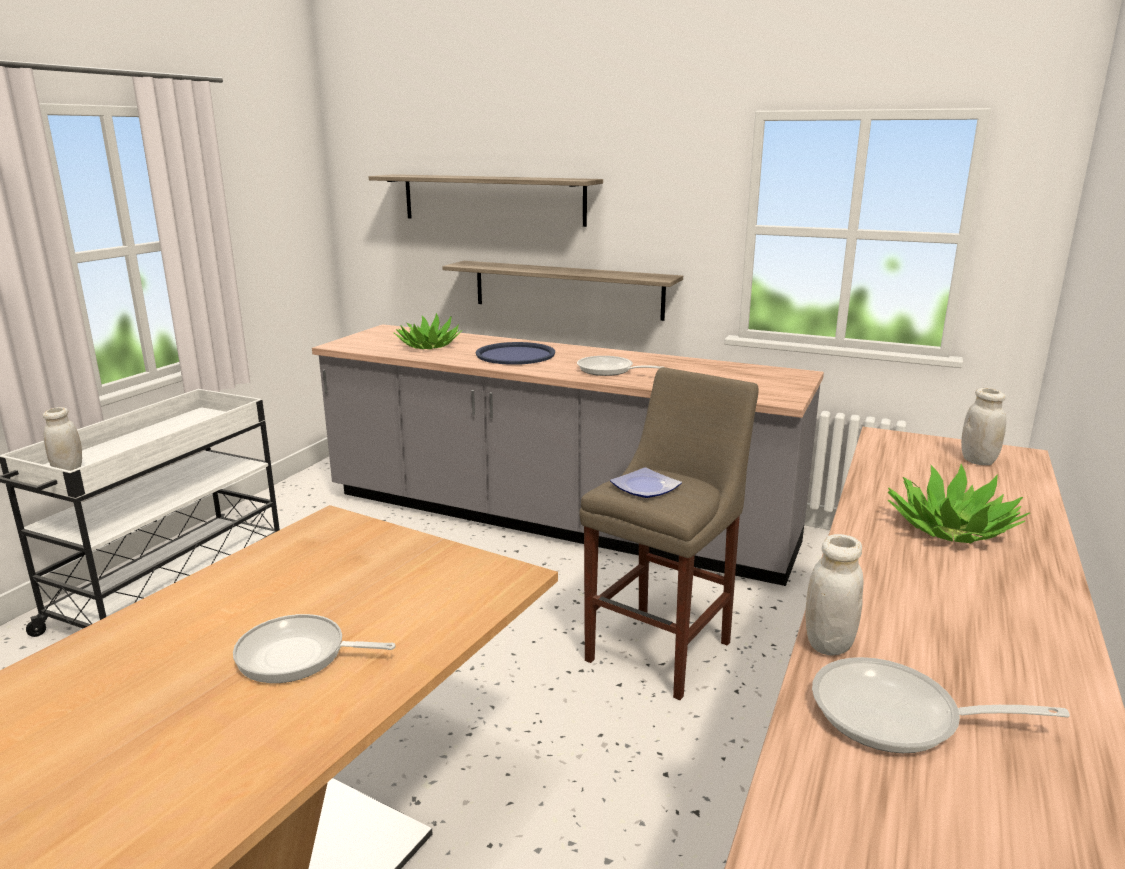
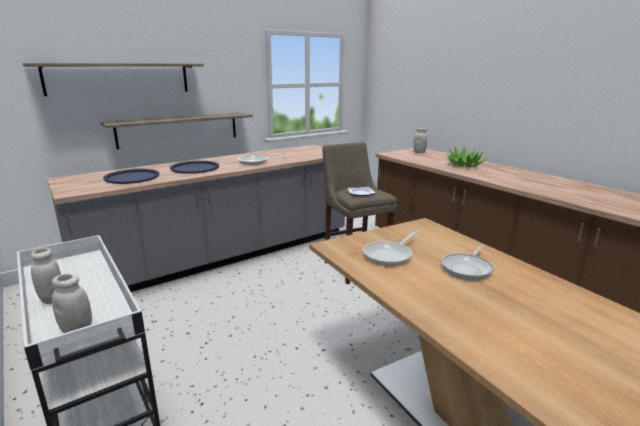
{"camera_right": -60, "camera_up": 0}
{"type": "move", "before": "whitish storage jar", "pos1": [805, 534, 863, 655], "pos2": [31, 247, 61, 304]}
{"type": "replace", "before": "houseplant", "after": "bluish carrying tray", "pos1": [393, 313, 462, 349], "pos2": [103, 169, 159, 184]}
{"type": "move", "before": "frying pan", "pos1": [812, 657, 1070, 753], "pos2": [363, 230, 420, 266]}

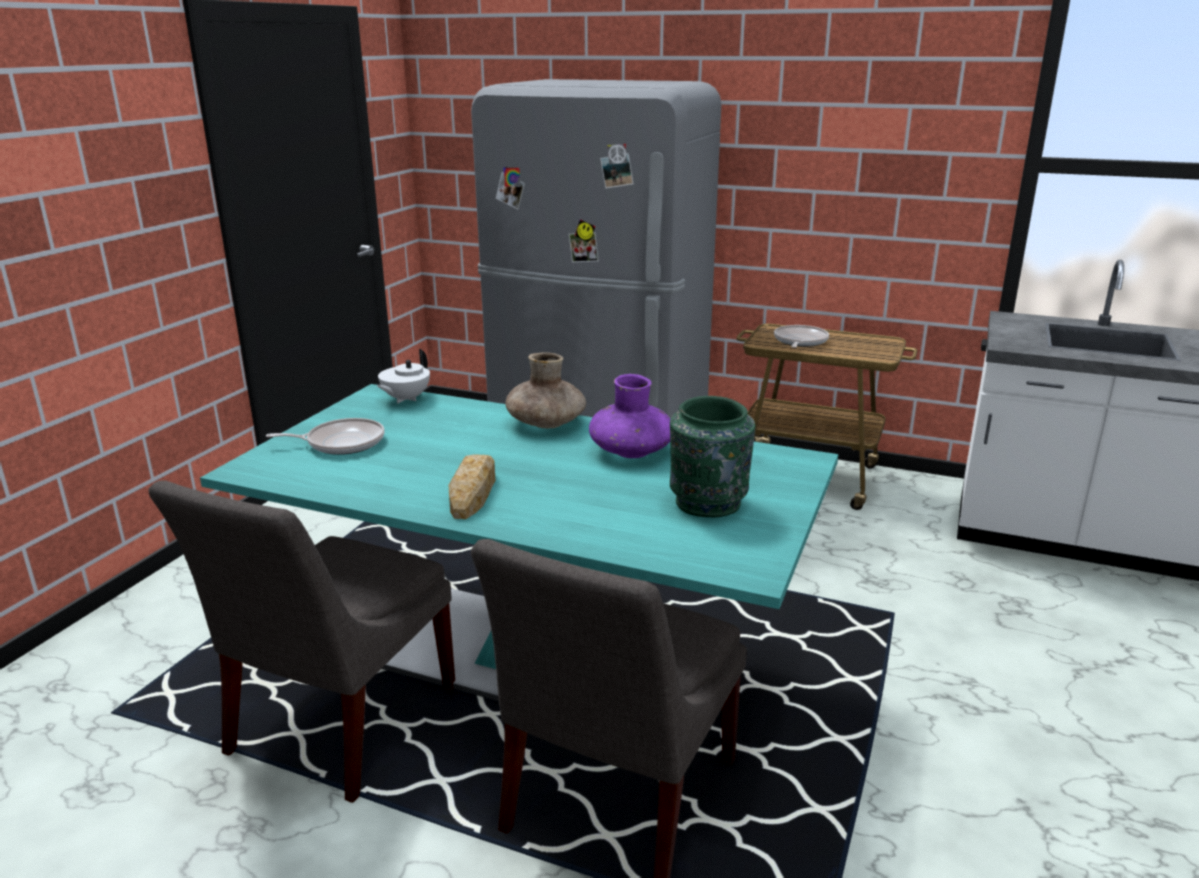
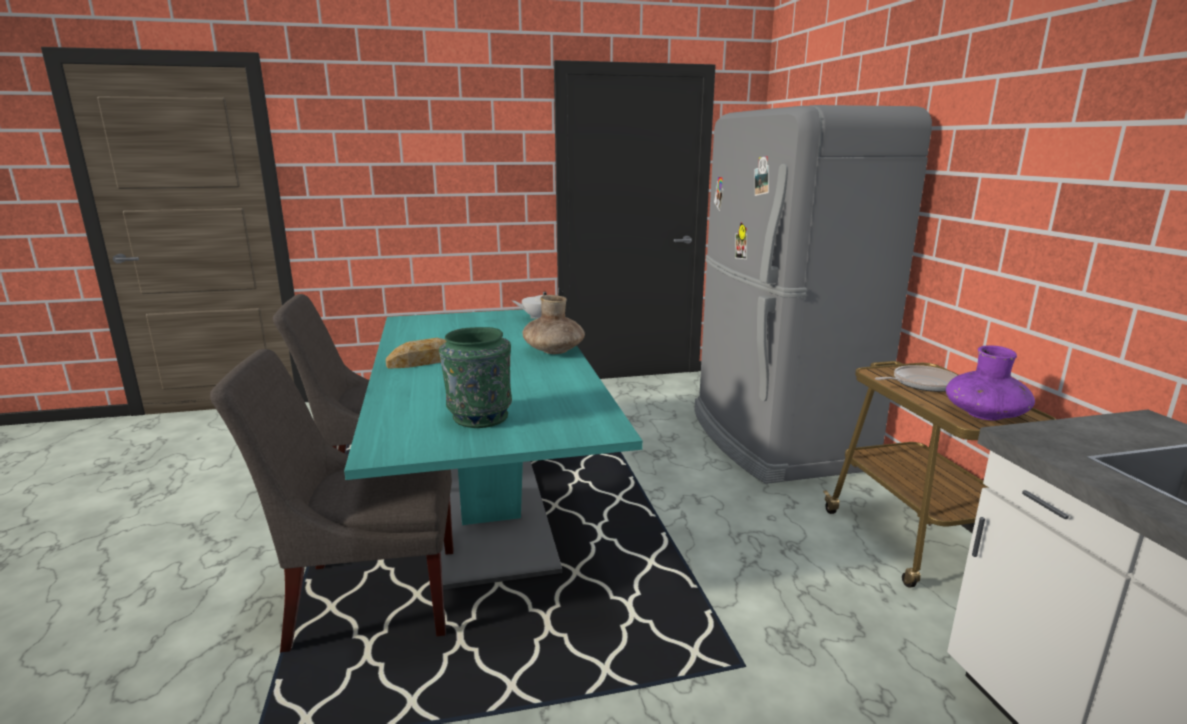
{"camera_right": 55, "camera_up": -5}
{"type": "move", "before": "purple vase", "pos1": [589, 374, 671, 458], "pos2": [946, 345, 1035, 420]}
{"type": "delete", "before": "frying pan", "pos1": [266, 418, 385, 455]}

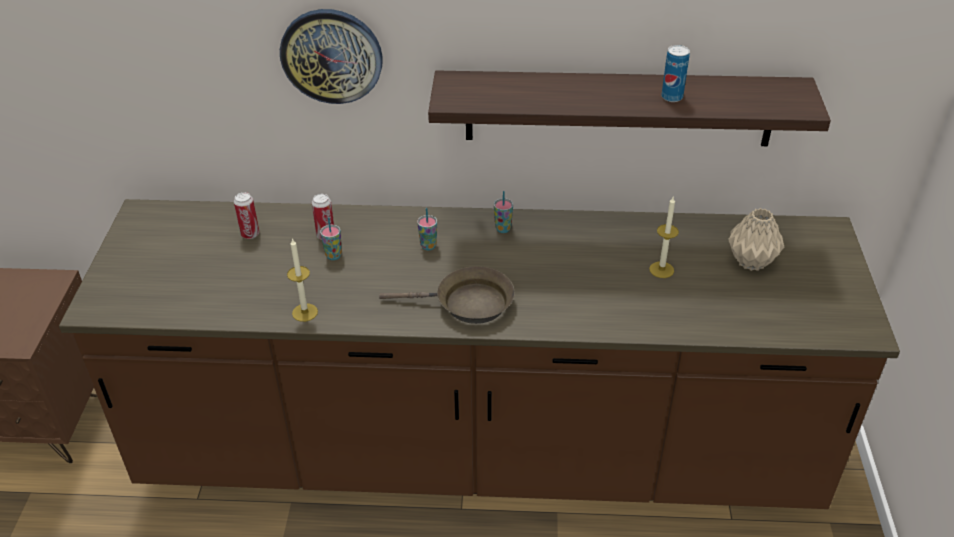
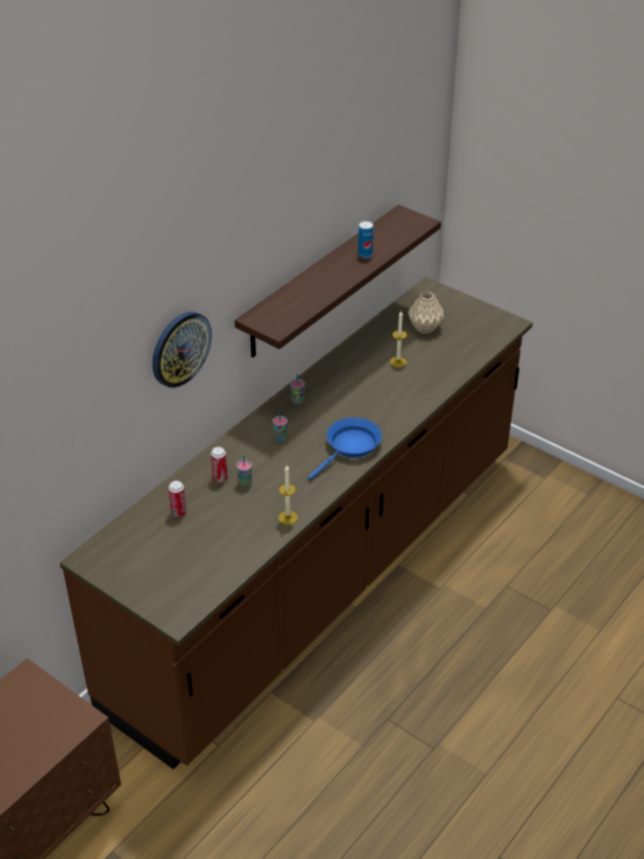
{"camera_right": -55, "camera_up": 0}
{"type": "recolor", "before": "brownish frying pan", "after": "bluish frying pan", "pos1": [379, 266, 515, 324], "pos2": [308, 417, 382, 480]}

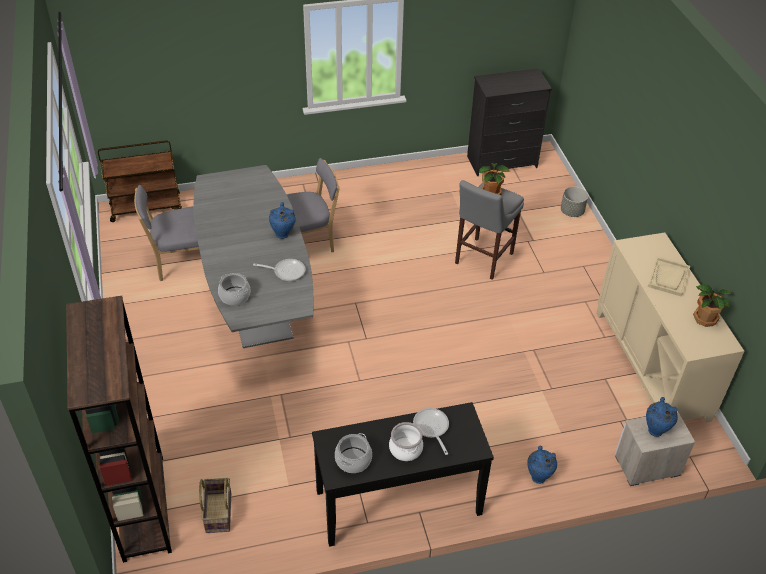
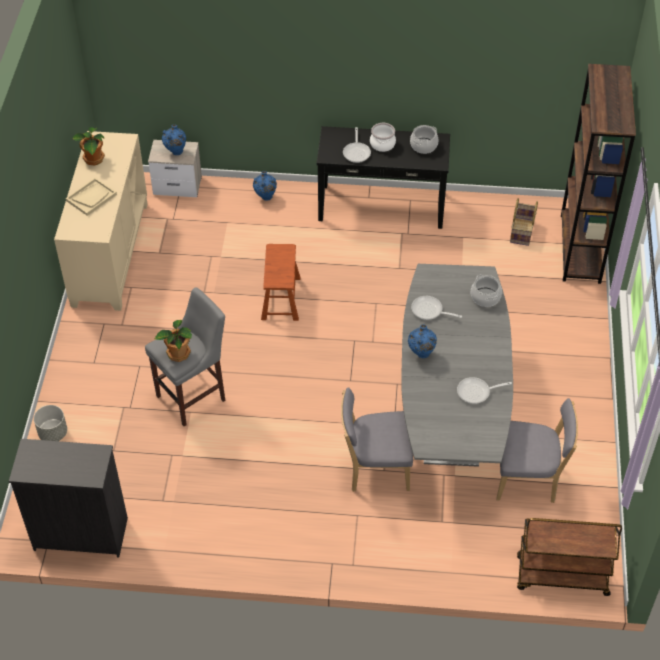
{"camera_right": -160, "camera_up": 5}
{"type": "insert", "after": "brownish stool", "pos2": [261, 244, 301, 321]}
{"type": "insert", "after": "frying pan", "pos2": [457, 377, 512, 404]}

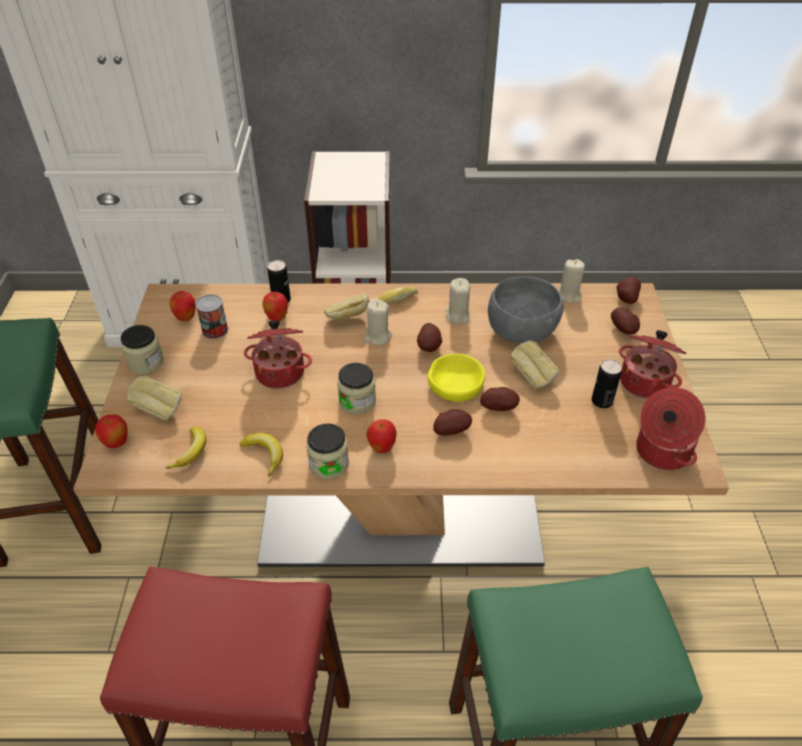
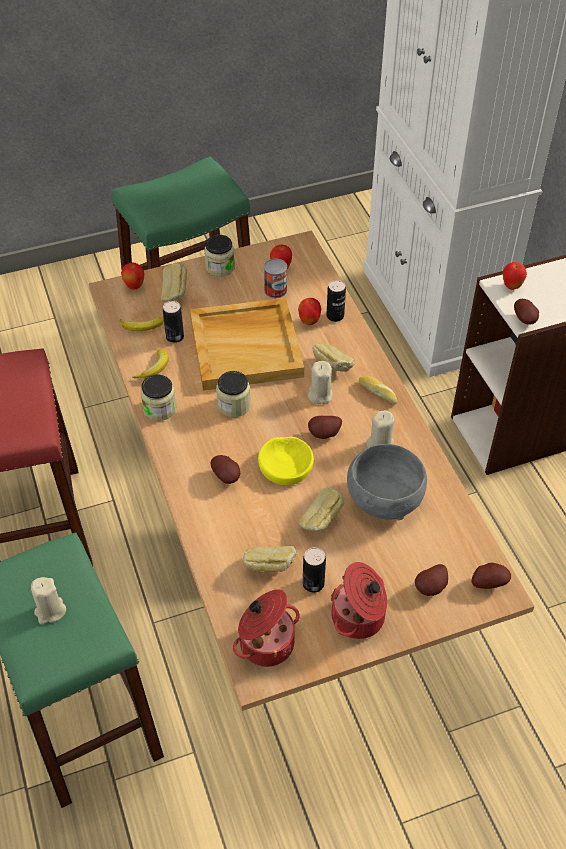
{"camera_right": 70, "camera_up": 5}
{"type": "move", "before": "beige candle", "pos1": [558, 259, 585, 303], "pos2": [31, 577, 66, 624]}
{"type": "insert", "after": "metal can", "pos2": [163, 301, 184, 343]}
{"type": "replace", "before": "stockpot", "after": "beige carrying tray", "pos1": [244, 320, 312, 389], "pos2": [190, 298, 304, 391]}
{"type": "insert", "after": "bakery bread", "pos2": [243, 546, 297, 572]}
{"type": "move", "before": "whole apple", "pos1": [367, 419, 397, 453], "pos2": [503, 262, 527, 290]}
{"type": "move", "before": "spud", "pos1": [480, 387, 520, 411], "pos2": [514, 299, 539, 325]}

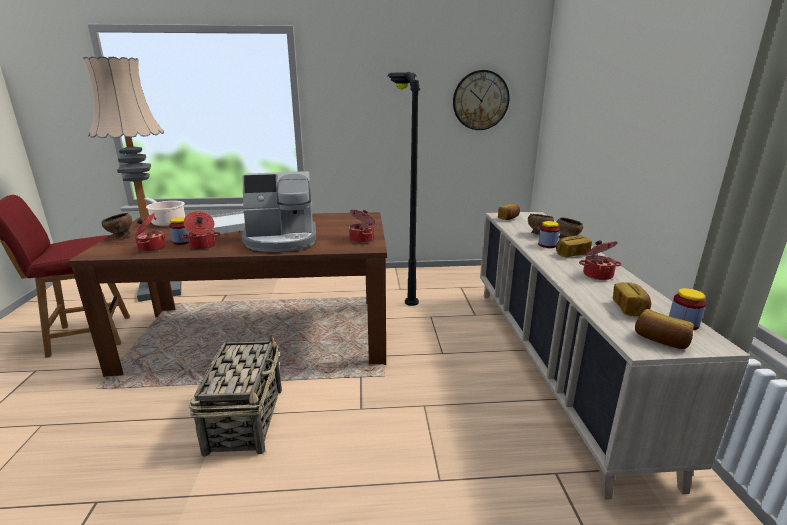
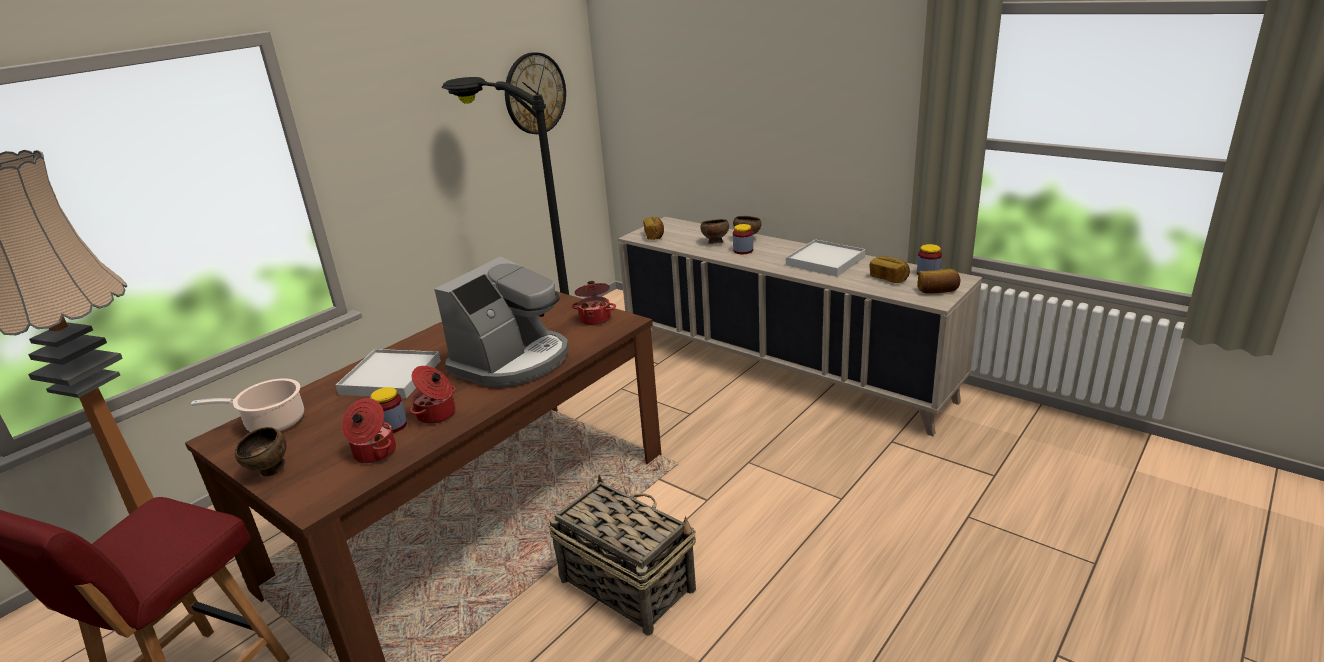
{"camera_right": -45, "camera_up": 5}
{"type": "replace", "before": "stockpot", "after": "whitish carrying tray", "pos1": [579, 240, 621, 280], "pos2": [786, 239, 865, 277]}
{"type": "delete", "before": "bakery bread", "pos1": [556, 236, 592, 257]}

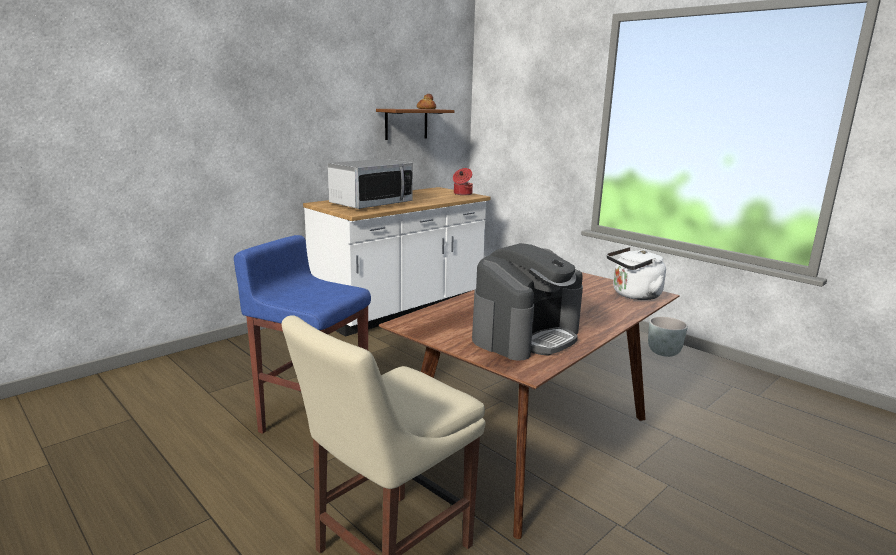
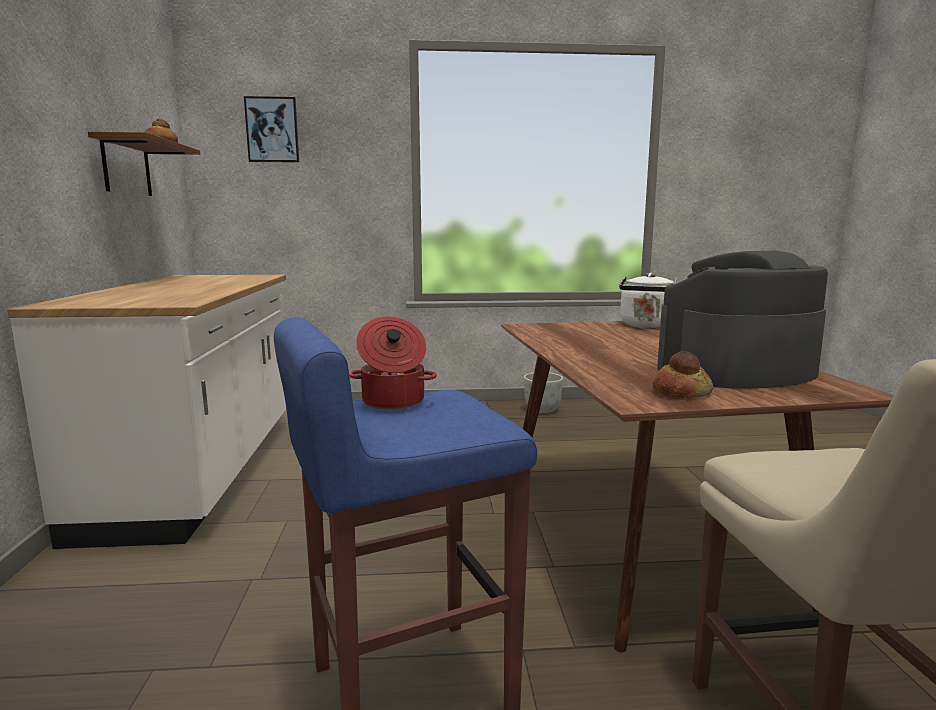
{"camera_right": -50, "camera_up": -5}
{"type": "insert", "after": "picture", "pos2": [244, 96, 299, 162]}
{"type": "move", "before": "stockpot", "pos1": [453, 168, 473, 195], "pos2": [349, 317, 437, 410]}
{"type": "insert", "after": "bakery bread", "pos2": [653, 351, 714, 398]}
{"type": "rotate", "before": "coffee machine", "pos1": [472, 243, 583, 361], "pos2": [657, 251, 828, 389], "turn": -105}
{"type": "delete", "before": "microwave", "pos1": [328, 159, 413, 209]}

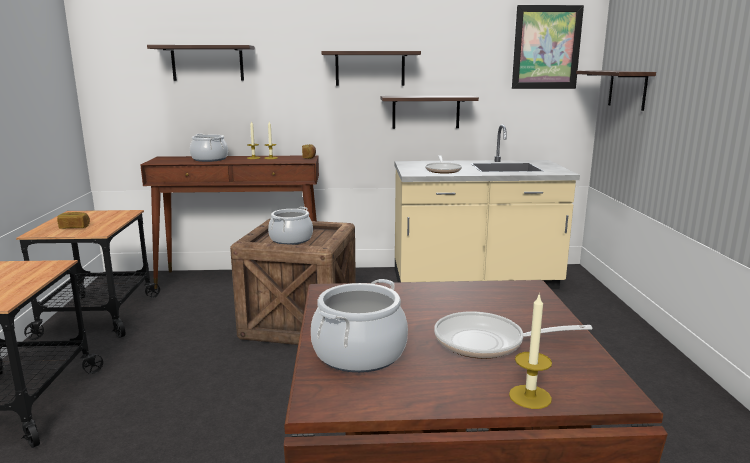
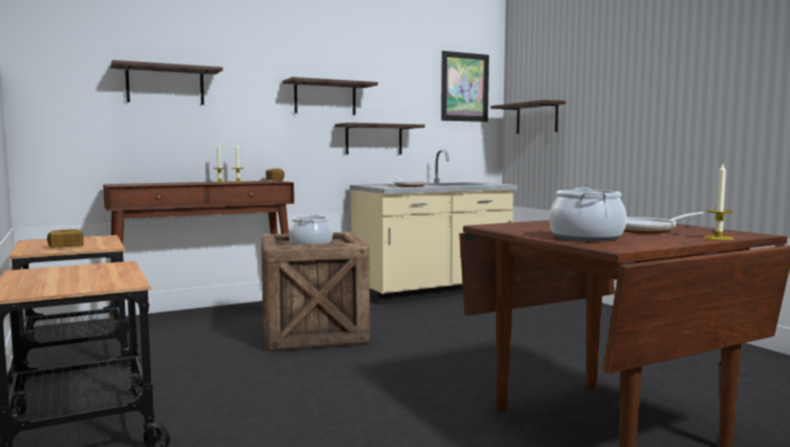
{"camera_right": -25, "camera_up": -10}
{"type": "delete", "before": "stockpot", "pos1": [190, 134, 228, 162]}

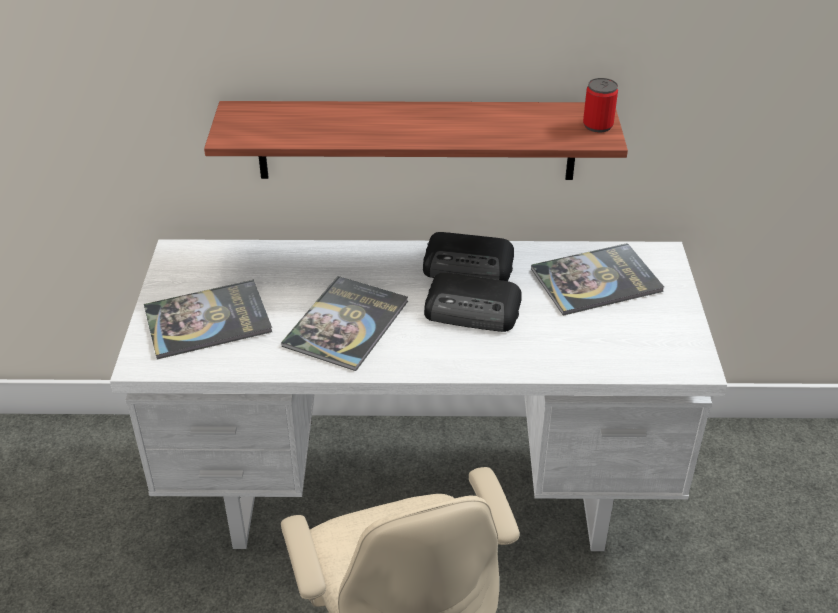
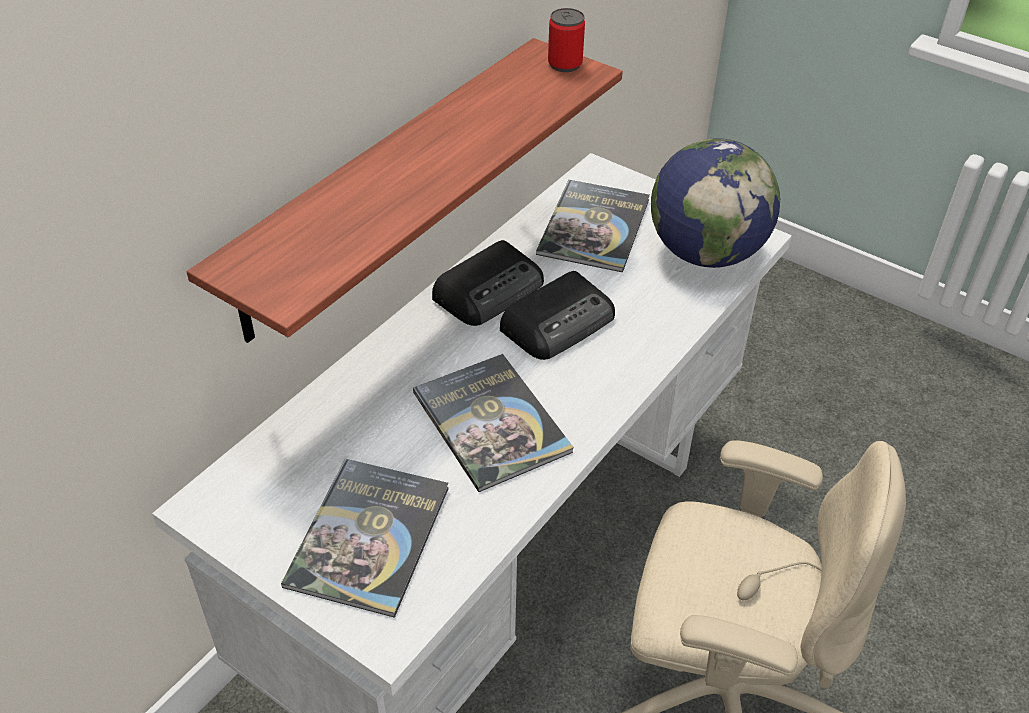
{"camera_right": -55, "camera_up": 5}
{"type": "insert", "after": "globe", "pos2": [651, 138, 780, 268]}

